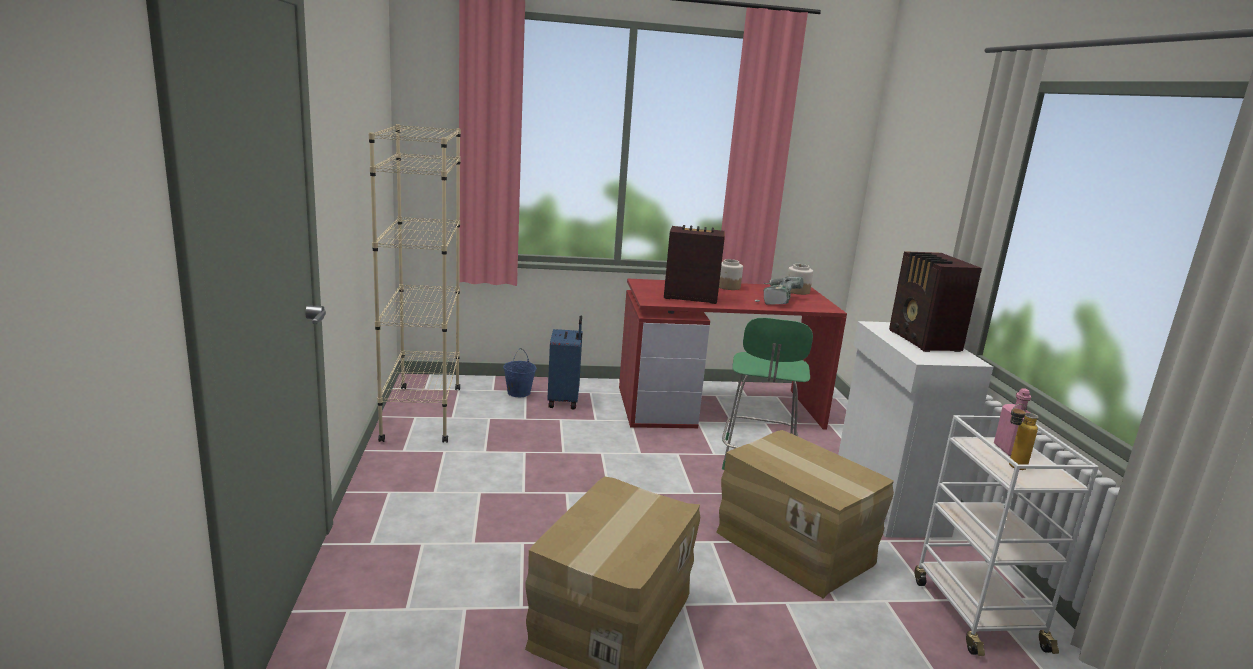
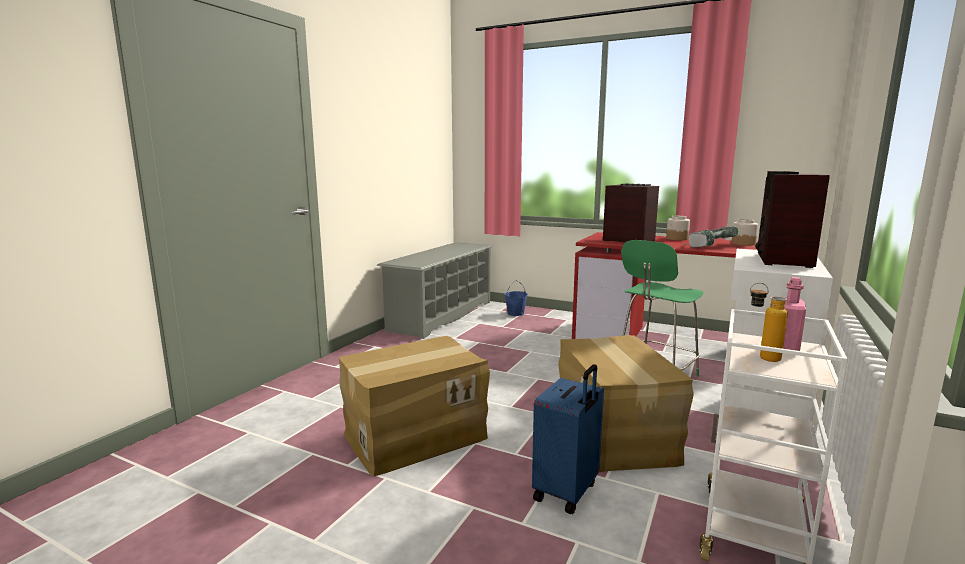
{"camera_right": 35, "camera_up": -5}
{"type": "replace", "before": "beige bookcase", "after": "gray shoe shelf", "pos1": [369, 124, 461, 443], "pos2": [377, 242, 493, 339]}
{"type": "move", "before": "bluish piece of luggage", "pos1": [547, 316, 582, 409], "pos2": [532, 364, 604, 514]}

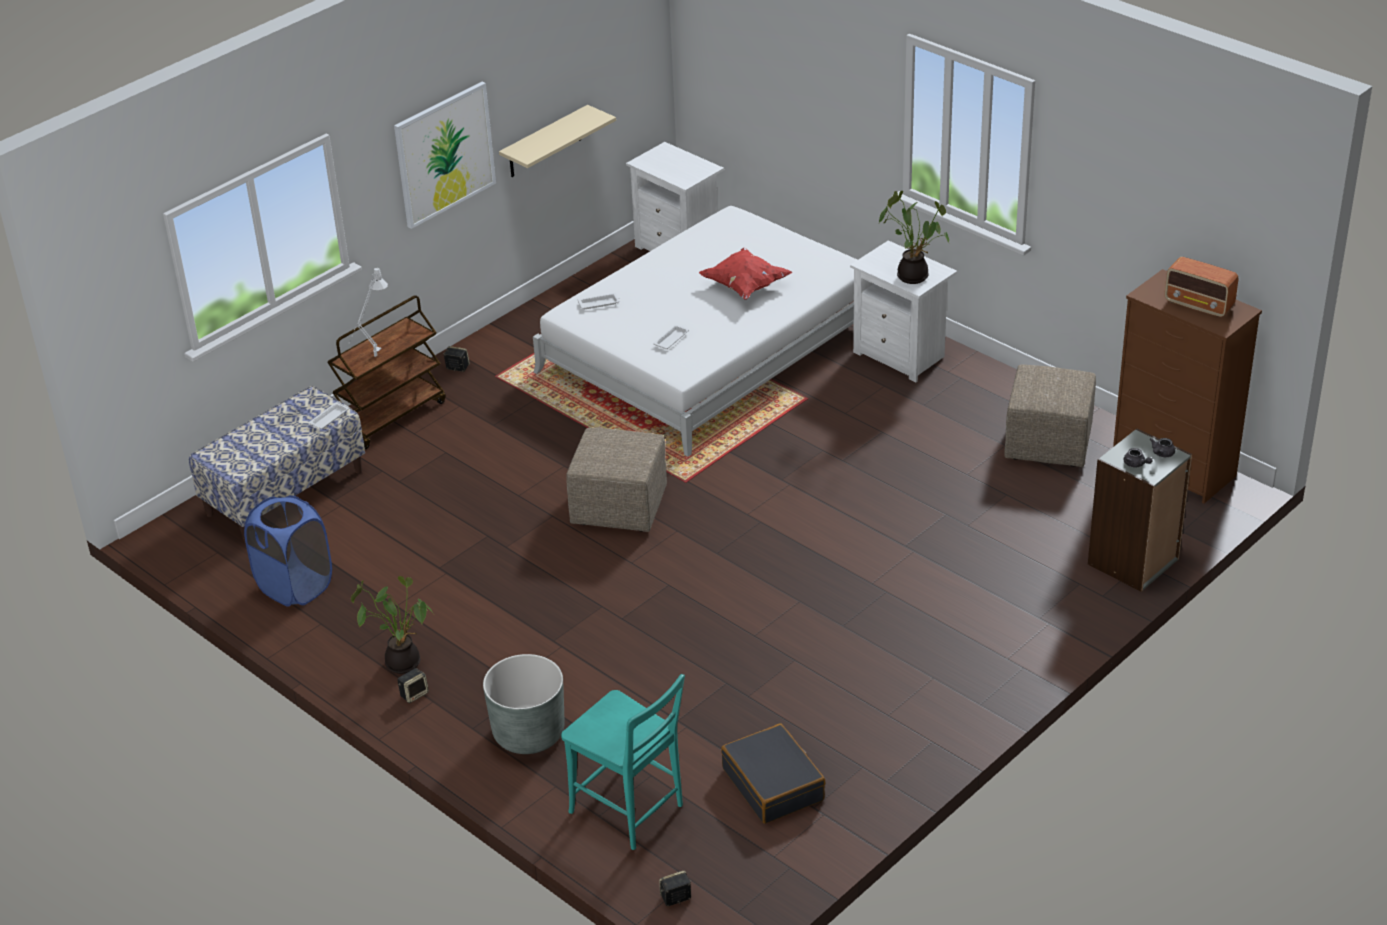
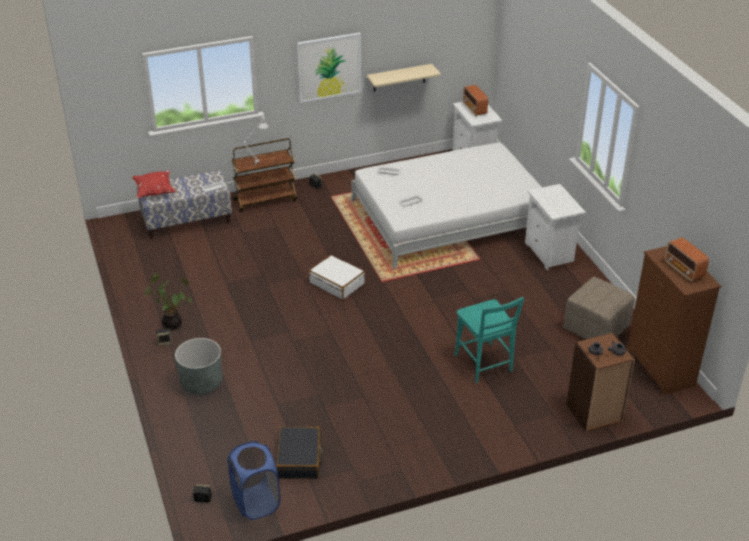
{"camera_right": 25, "camera_up": 0}
{"type": "move", "before": "red pillow", "pos1": [699, 248, 793, 300], "pos2": [132, 171, 176, 199]}
{"type": "move", "before": "bluish hamper", "pos1": [244, 495, 332, 607], "pos2": [228, 441, 280, 520]}
{"type": "replace", "before": "beige pouffe", "after": "whitish piece of luggage", "pos1": [566, 427, 667, 532], "pos2": [309, 255, 365, 300]}
{"type": "move", "before": "blue-green plain chair", "pos1": [561, 674, 685, 850], "pos2": [454, 297, 524, 383]}
{"type": "insert", "after": "radio receiver", "pos2": [463, 85, 488, 116]}
{"type": "recolor", "before": "gray bookcase", "after": "brownish bookcase", "pos1": [1088, 428, 1192, 592], "pos2": [566, 332, 635, 432]}
{"type": "delete", "before": "houseplant", "pos1": [879, 191, 949, 284]}

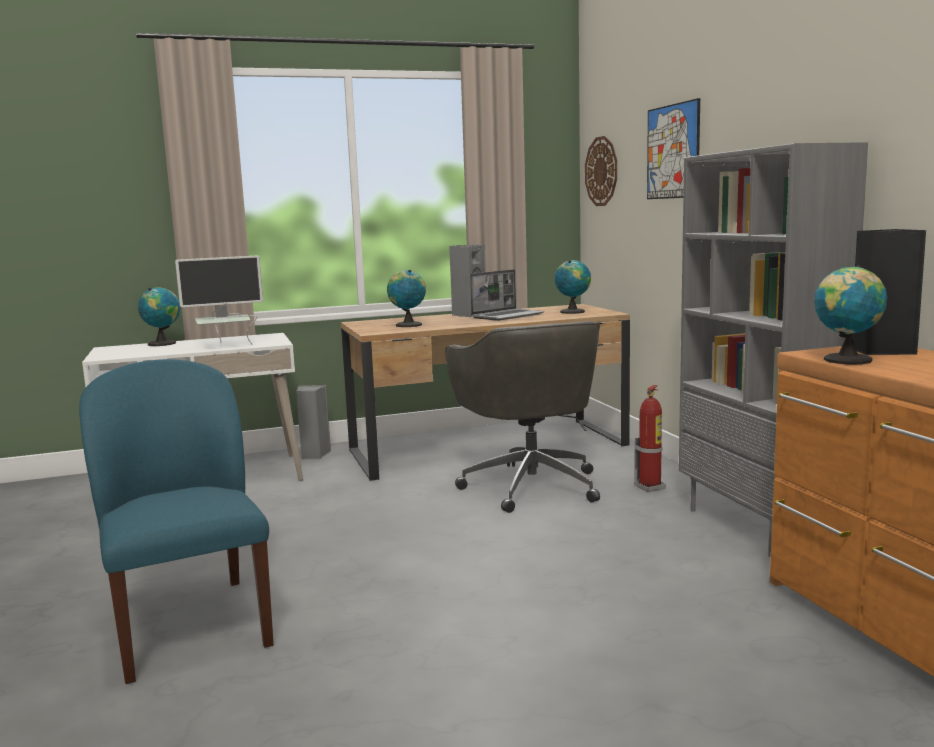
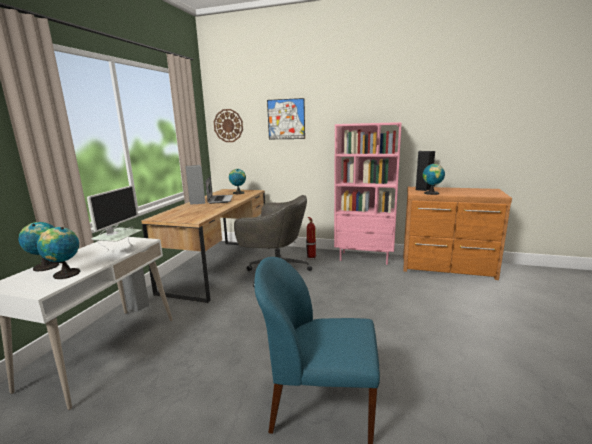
{"camera_right": -55, "camera_up": 5}
{"type": "move", "before": "globe", "pos1": [387, 270, 426, 327], "pos2": [37, 227, 81, 279]}
{"type": "recolor", "before": "gray bookcase", "after": "pink-coloured bookcase", "pos1": [679, 142, 868, 557], "pos2": [334, 122, 402, 265]}

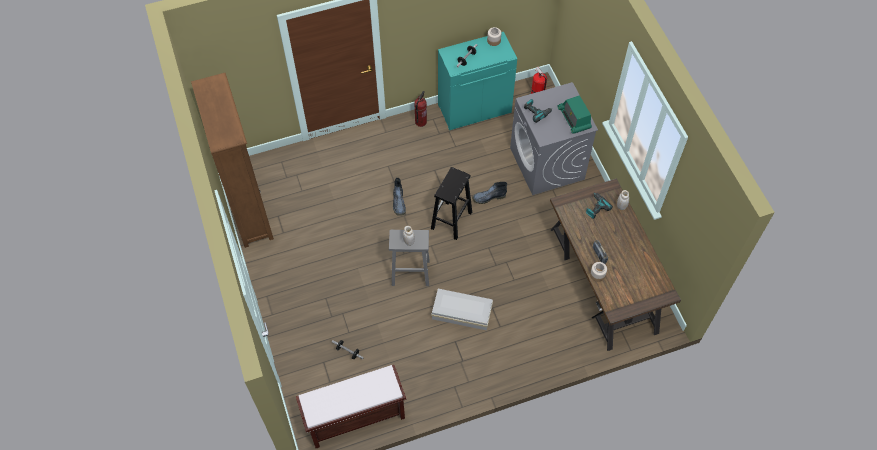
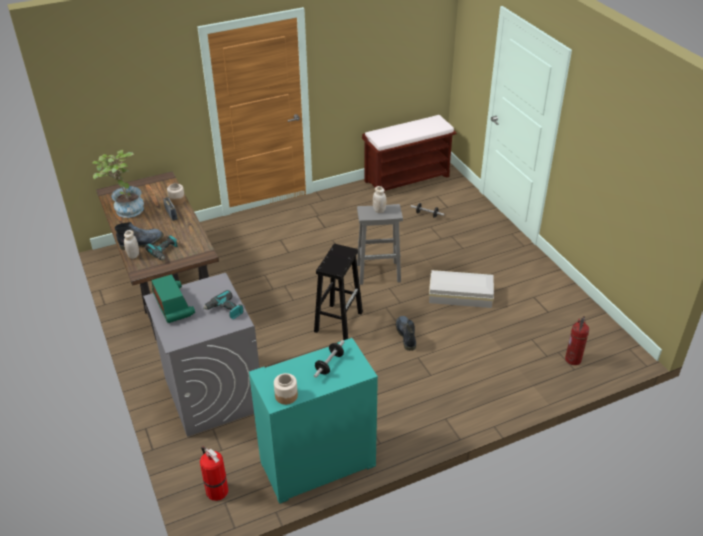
{"camera_right": 175, "camera_up": -20}
{"type": "insert", "after": "houseplant", "pos2": [93, 150, 144, 218]}
{"type": "move", "before": "boot", "pos1": [472, 182, 507, 204], "pos2": [115, 222, 164, 250]}
{"type": "move", "before": "whitish storage bin", "pos1": [431, 289, 493, 330], "pos2": [429, 270, 494, 308]}
{"type": "move", "before": "extinguisher", "pos1": [414, 91, 427, 127], "pos2": [565, 316, 589, 365]}
{"type": "delete", "before": "brownish bookcase", "pos1": [191, 73, 274, 248]}

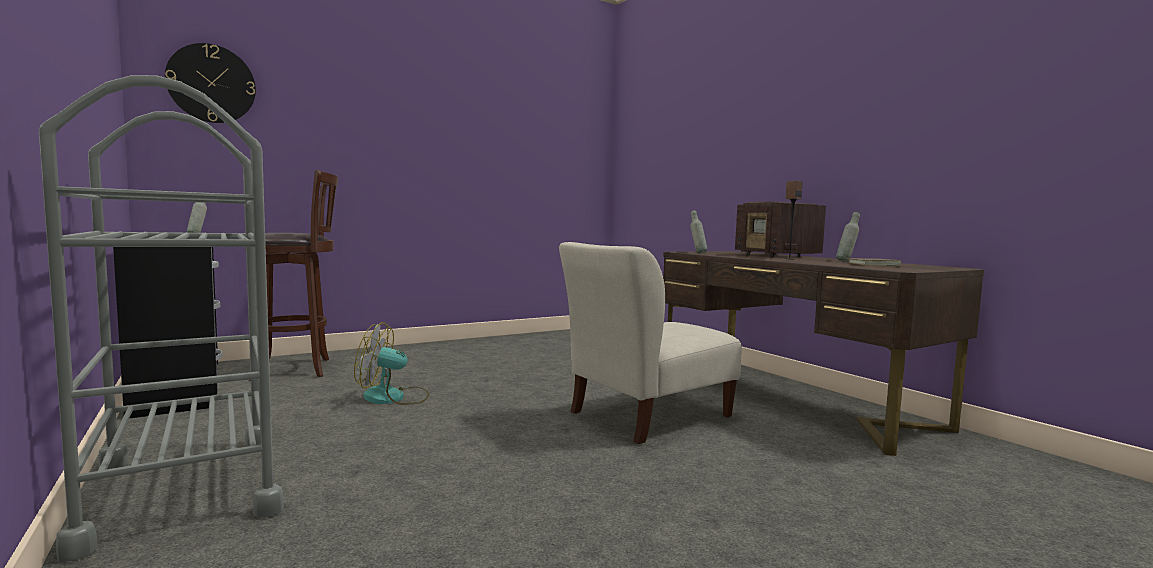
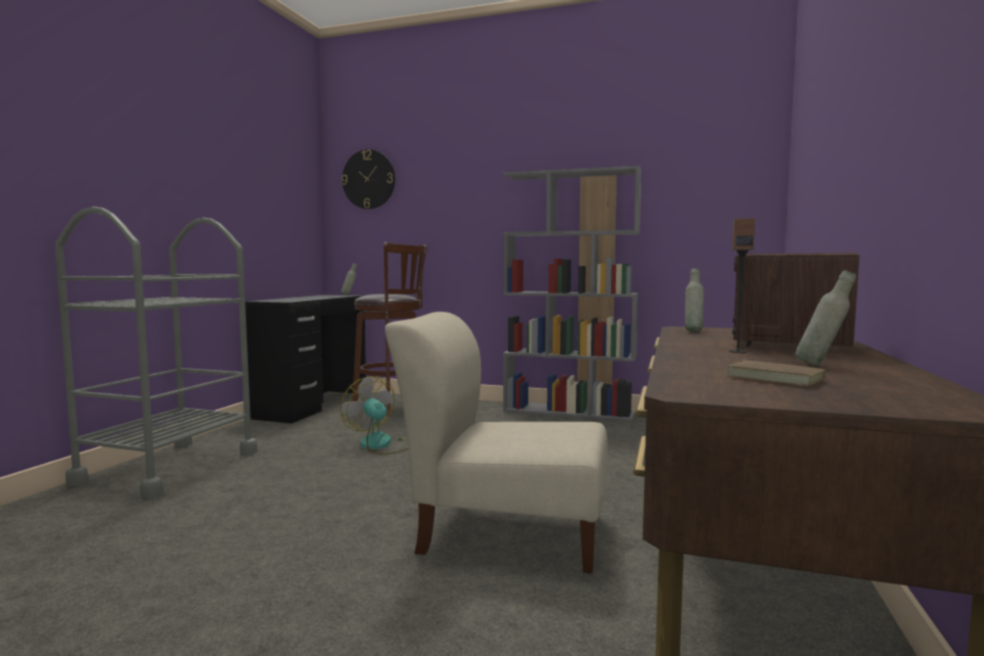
{"camera_right": 50, "camera_up": 0}
{"type": "insert", "after": "gray bookcase", "pos2": [503, 166, 641, 422]}

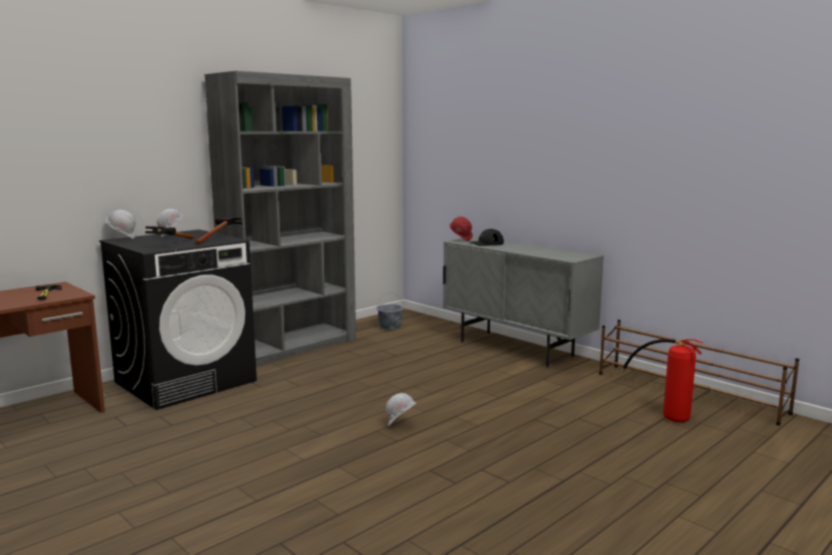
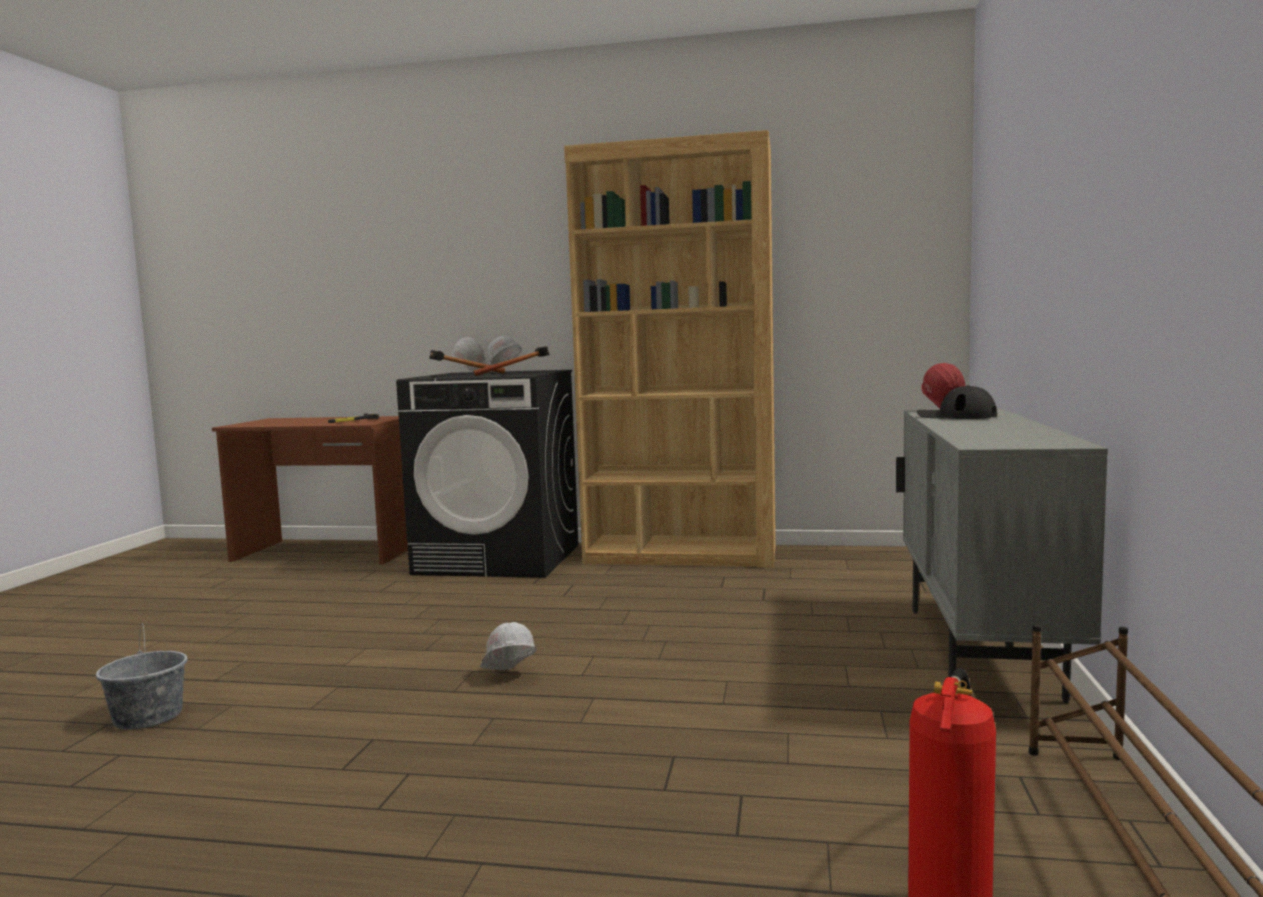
{"camera_right": 55, "camera_up": -5}
{"type": "move", "before": "gray pail", "pos1": [377, 292, 404, 330], "pos2": [96, 623, 187, 730]}
{"type": "recolor", "before": "gray bookcase", "after": "brownish bookcase", "pos1": [205, 71, 356, 366], "pos2": [564, 130, 776, 568]}

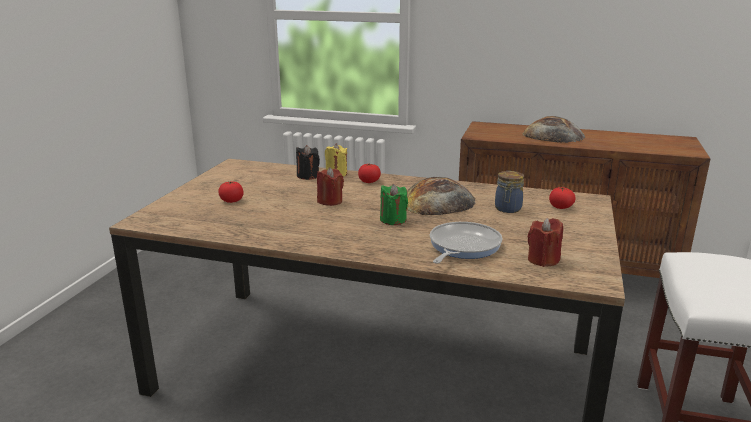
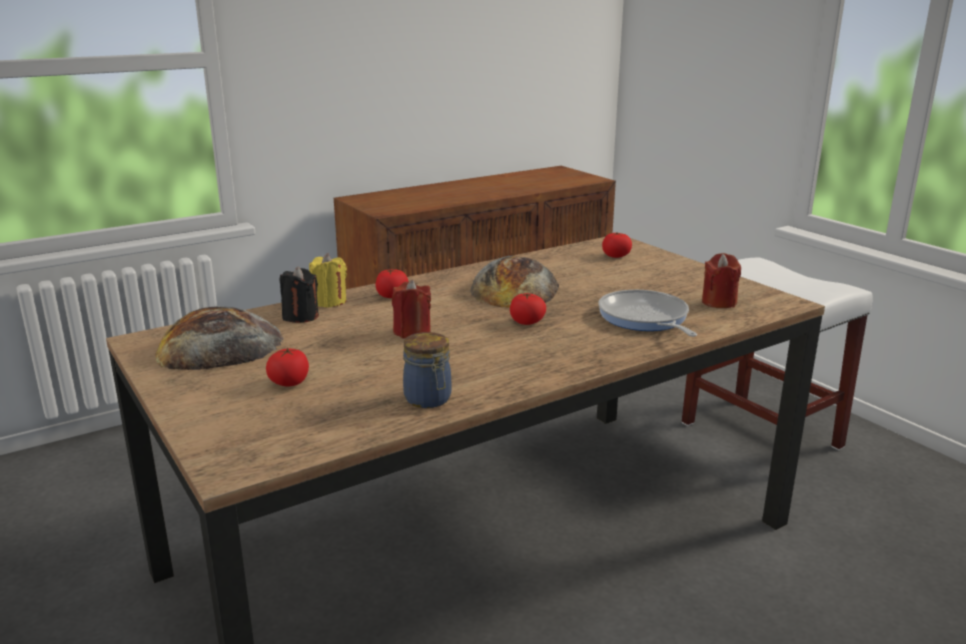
{"camera_right": -50, "camera_up": 0}
{"type": "move", "before": "bakery bread", "pos1": [523, 116, 585, 143], "pos2": [155, 306, 284, 370]}
{"type": "move", "before": "storage jar", "pos1": [495, 171, 524, 213], "pos2": [403, 332, 451, 408]}
{"type": "replace", "before": "greenish candle", "after": "whole tomato", "pos1": [380, 184, 408, 225], "pos2": [510, 293, 546, 325]}

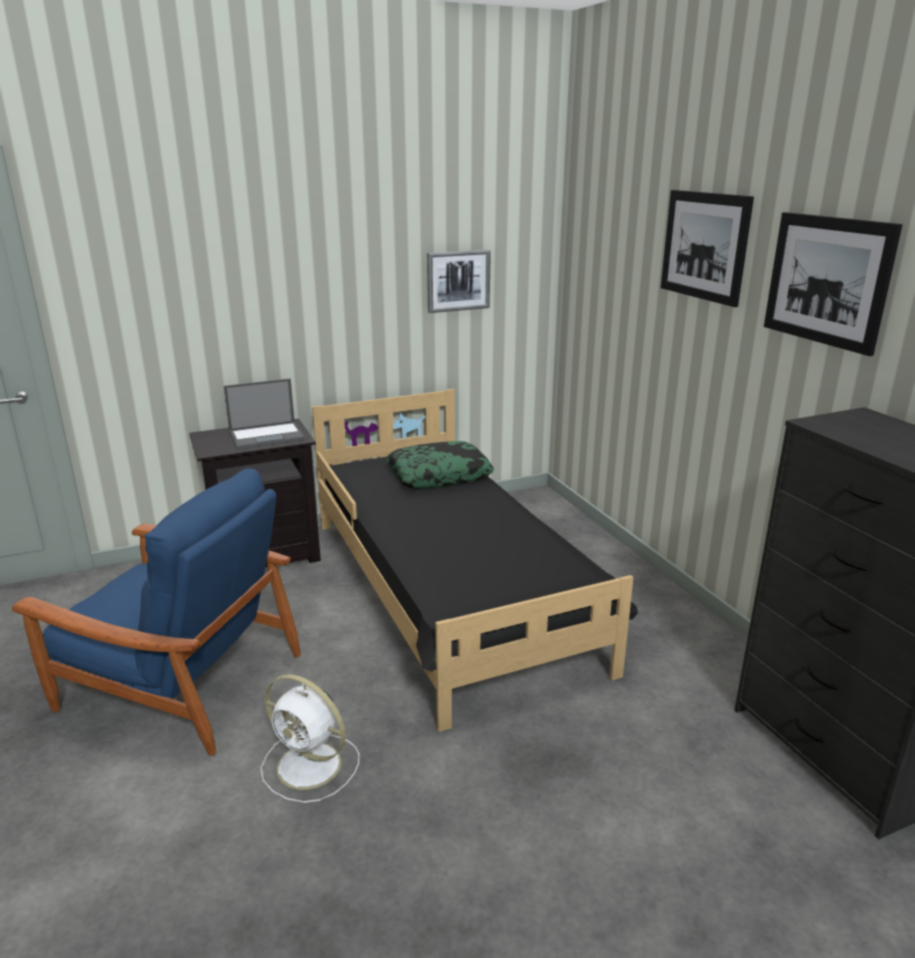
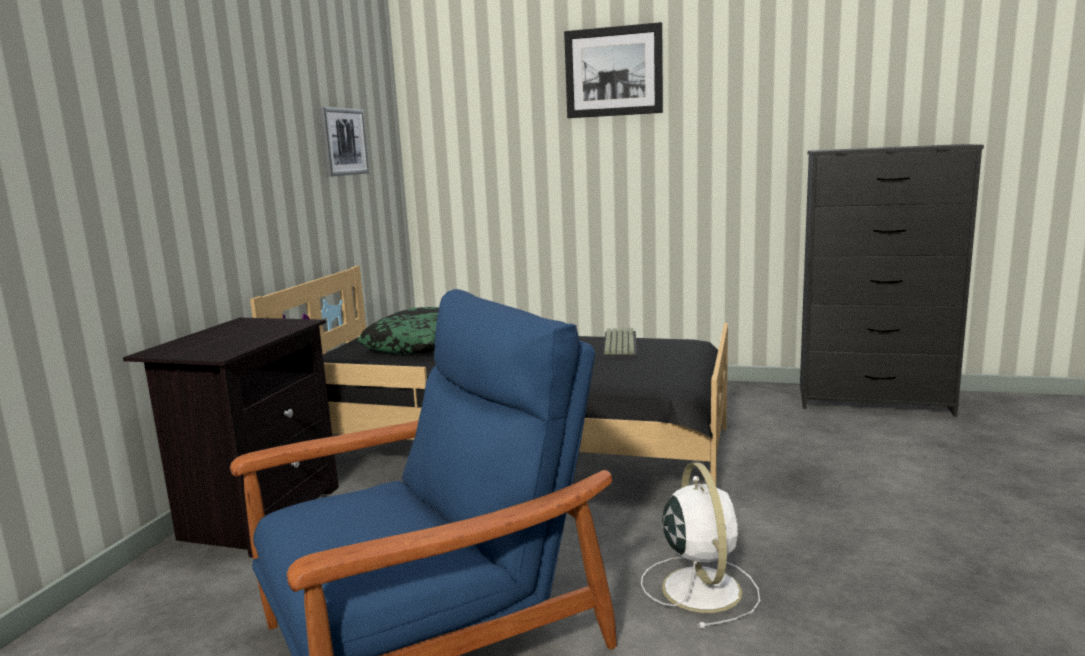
{"camera_right": -50, "camera_up": -10}
{"type": "insert", "after": "keyboard", "pos2": [603, 328, 637, 358]}
{"type": "rotate", "before": "whitish cooling fan", "pos1": [261, 674, 359, 803], "pos2": [641, 463, 760, 629], "turn": -75}
{"type": "delete", "before": "notebook computer", "pos1": [224, 379, 306, 450]}
{"type": "delete", "before": "picture", "pos1": [764, 212, 902, 356]}

